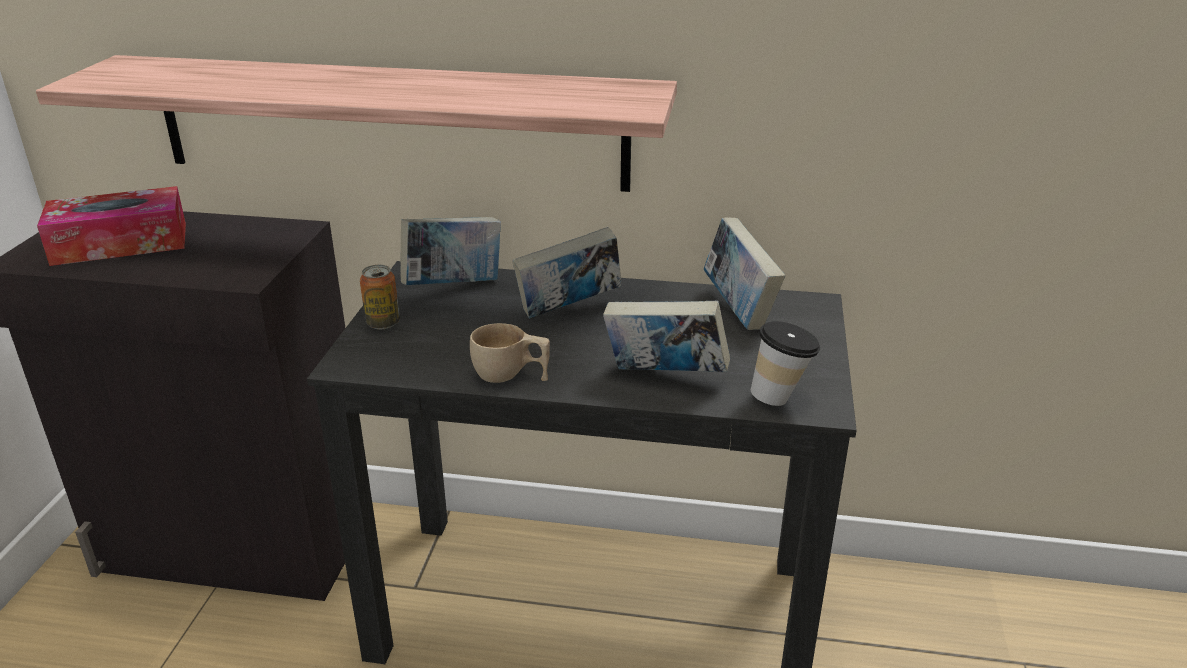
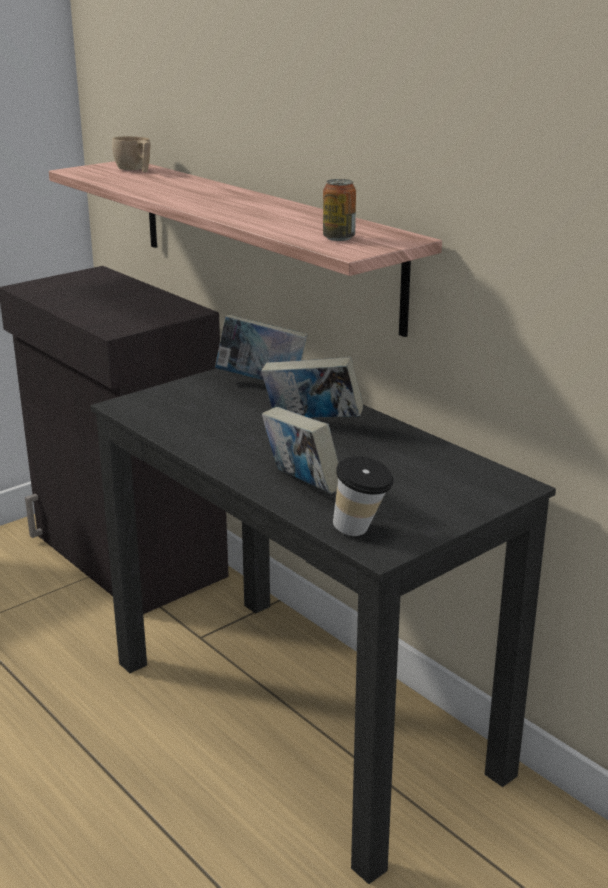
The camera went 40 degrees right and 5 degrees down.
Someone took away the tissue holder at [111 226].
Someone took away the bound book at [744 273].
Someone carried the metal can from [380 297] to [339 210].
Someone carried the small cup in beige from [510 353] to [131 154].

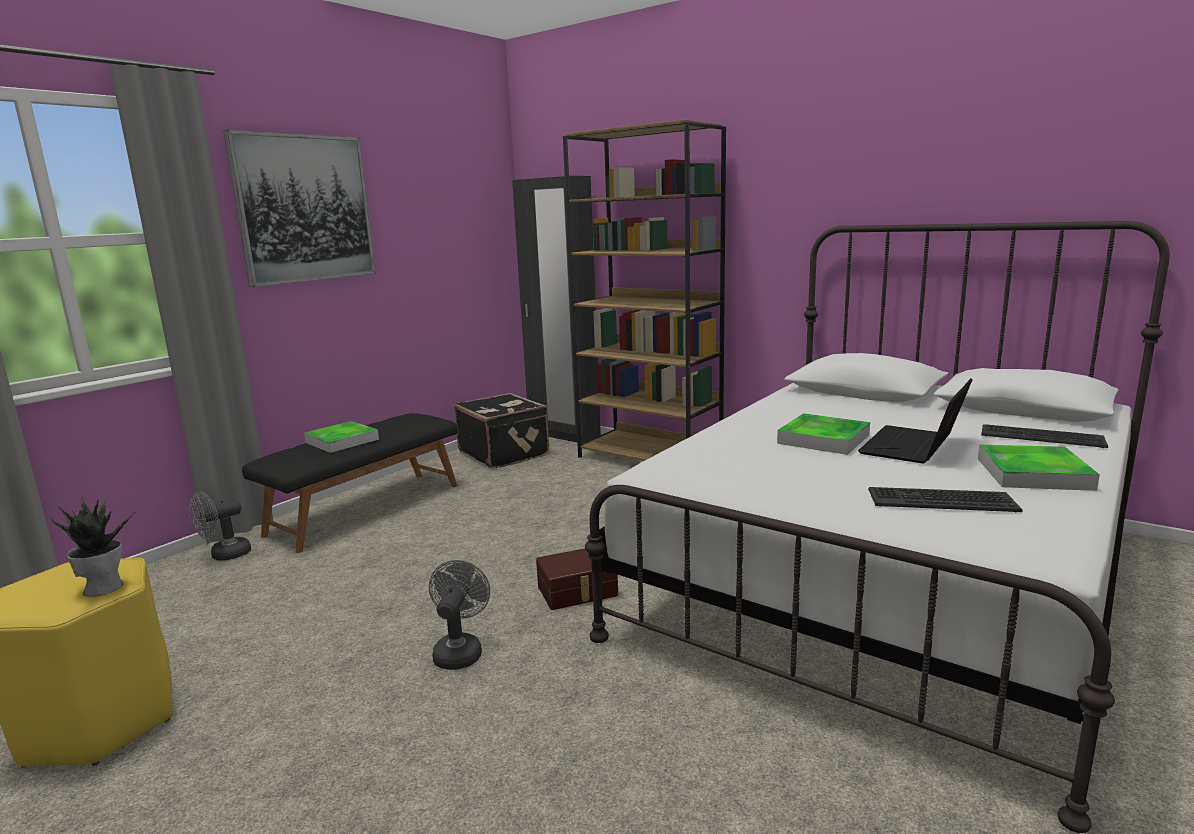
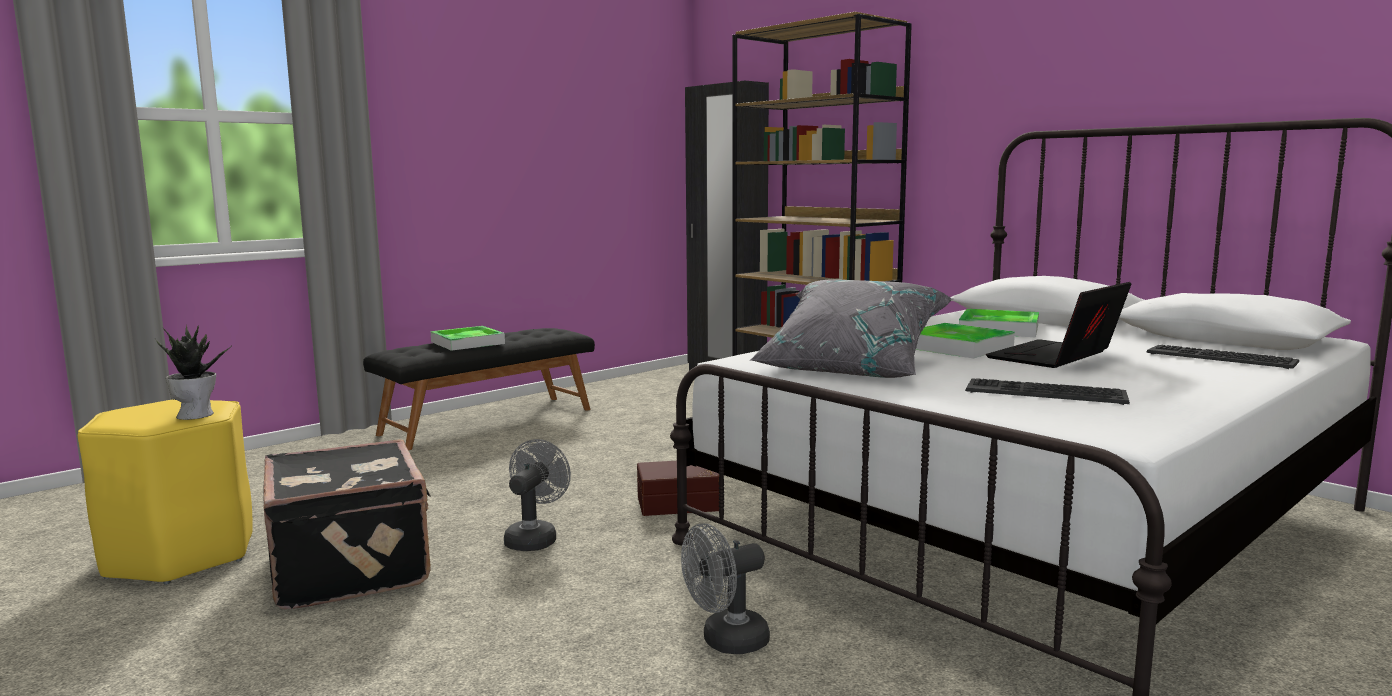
The camera went 10 degrees right and 5 degrees down.
Someone took away the wall picture at [299 208].
Someone carried the piece of luggage in black from [501 430] to [347 524].
Someone carried the serving tray from [1039 468] to [999 323].
Someone carried the electric fan in grey from [220 526] to [725 588].
Someone put down the cushion in grey at [851 328].

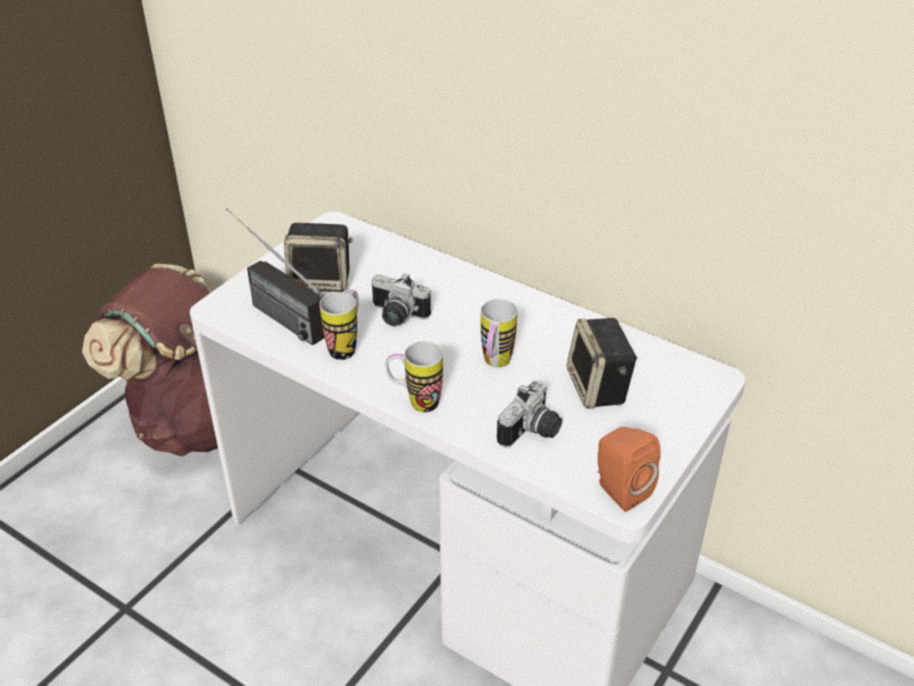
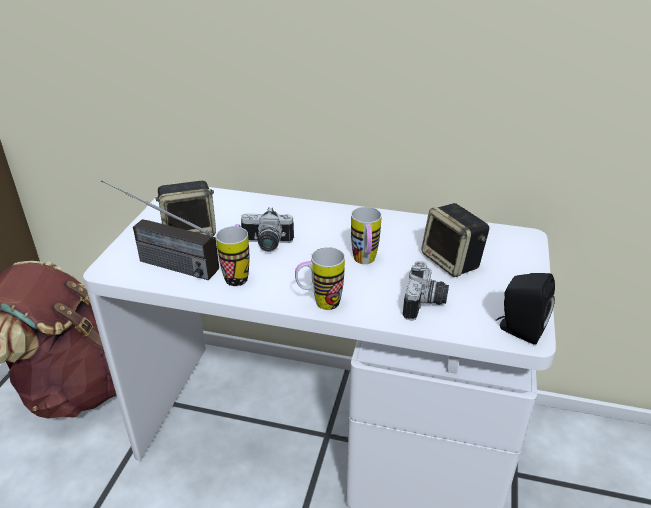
The camera went 20 degrees left and 5 degrees down.
Someone repainted the audio speaker in orange at [629 469], which became the audio speaker in black at [525 308].

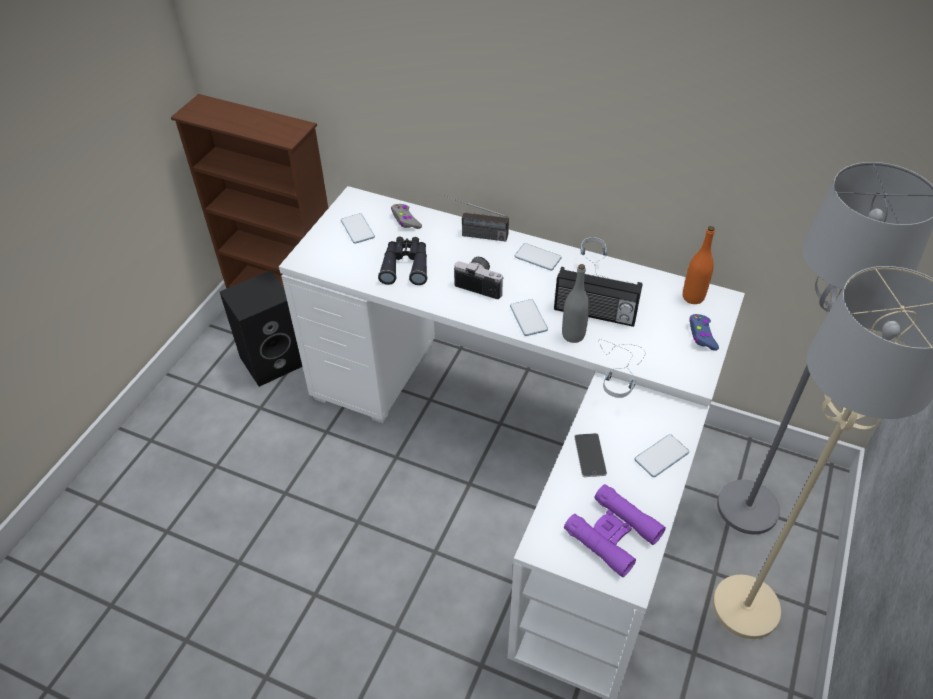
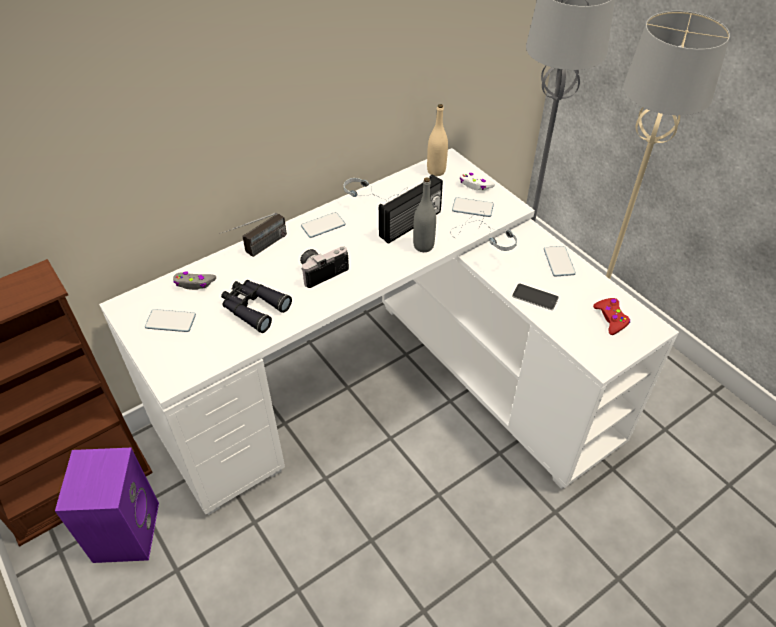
The camera went 60 degrees left and 0 degrees up.
Someone repainted the drink bottle in orange at [699 265], which became the drink bottle in beige at [437 140].
Someone repainted the audio speaker in black at [261 328], which became the audio speaker in purplish at [107 505].
Someone carried the phone from [529 317] to [473 207].
Someone repainted the gamepad in blue-coloured at [704 332], which became the gamepad in white-coloured at [477 182].
Someone swapped the field glasses in purplish at [615 530] for the gamepad in red-coloured at [611 316].

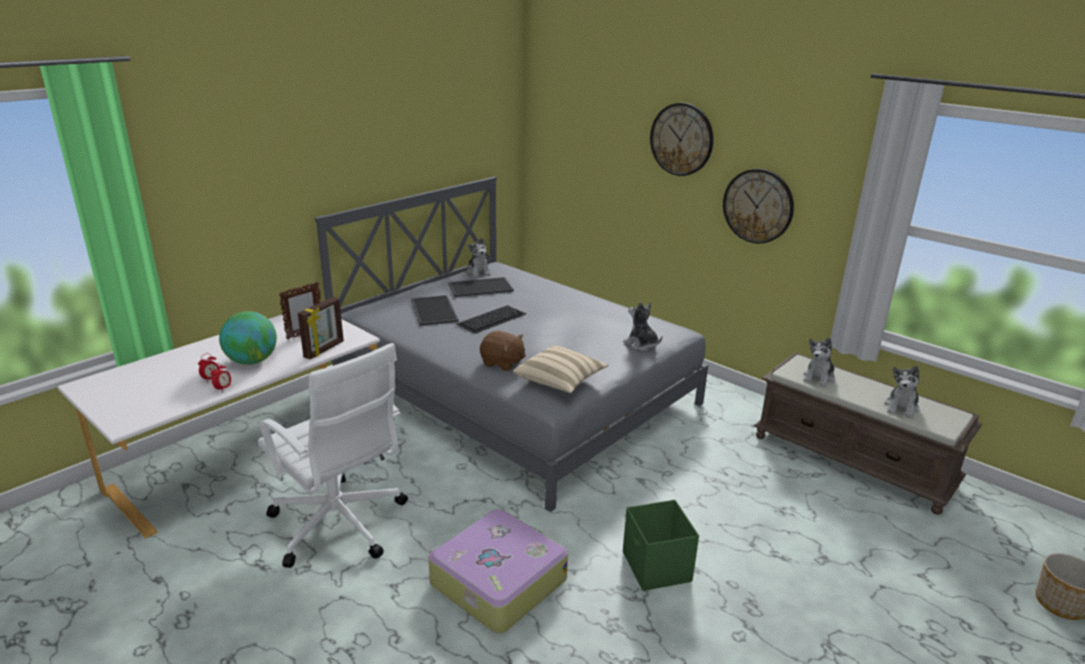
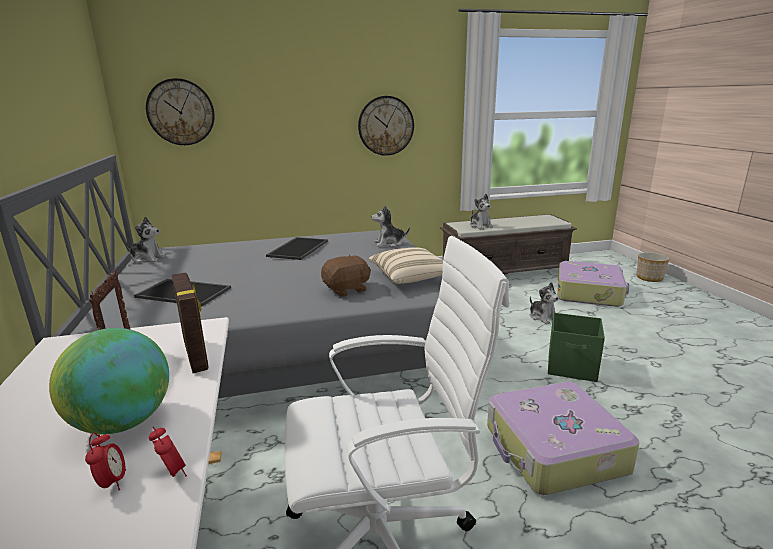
The camera went 55 degrees left and 5 degrees down.
Someone carried the hanging clock from [681 139] to [180 111].
Someone carried the serving tray from [481 287] to [297 248].
Someone took away the keyboard at [491 319].
Someone carried the soft toy from [902 392] to [544 303].
Someone put down the piece of luggage at [593 284].

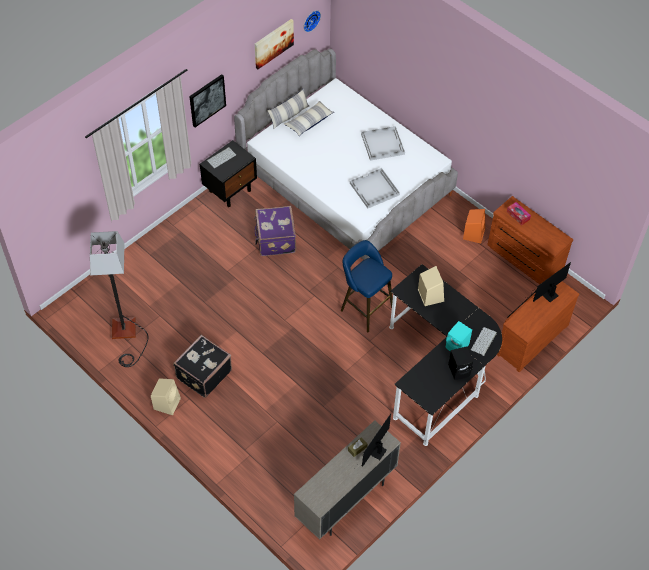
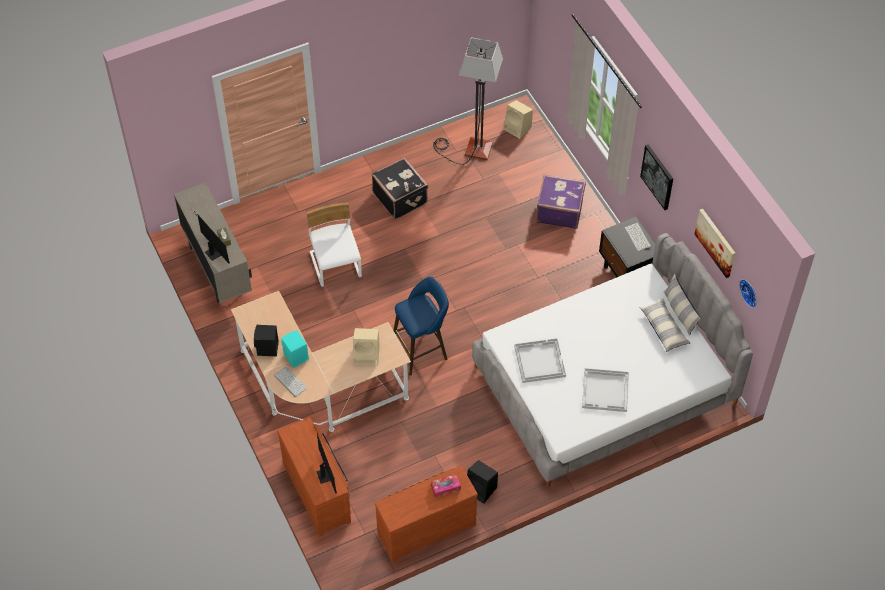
The camera went 110 degrees right and 0 degrees up.
Someone carried the piece of luggage in purplish from [275 231] to [561 202].
Someone repainted the audio speaker in orange at [474 226], which became the audio speaker in black at [482 482].
Someone repainted the desk unit in black at [445 355], which became the desk unit in beige at [321 361].
Someone carried the audio speaker in beige from [166 396] to [518 119].
Someone put down the plain chair in white-coloured at [334 244].

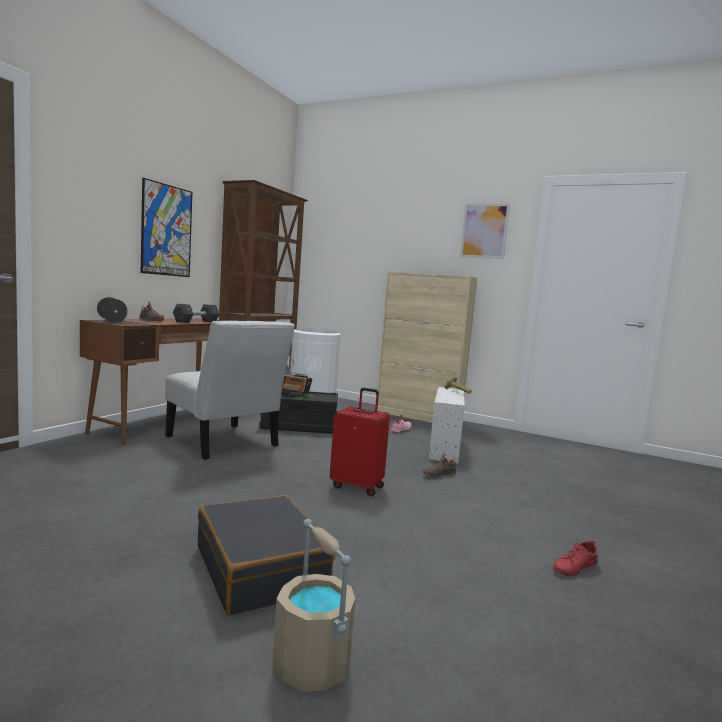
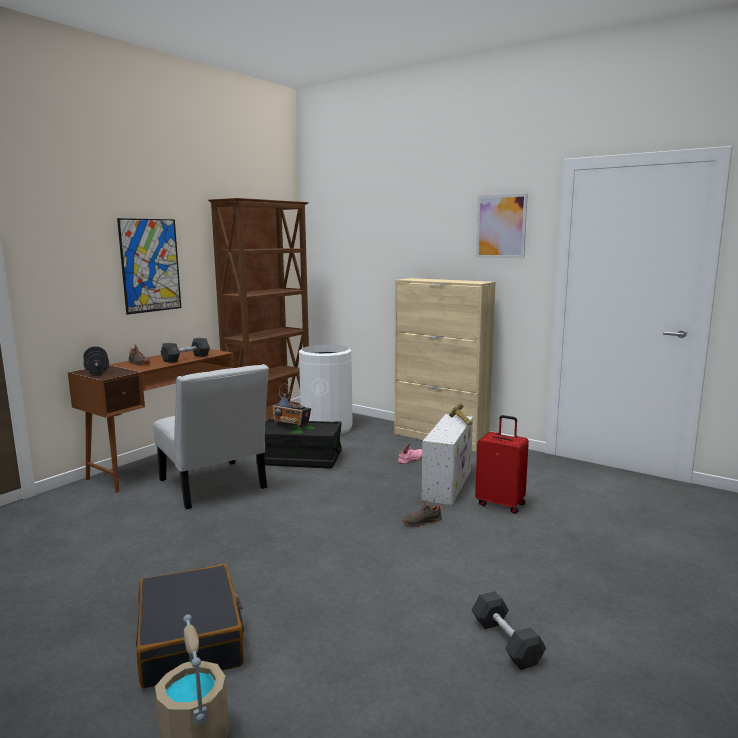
The camera went 10 degrees right and 5 degrees up.
Someone carried the piece of luggage in red-coloured from [360 442] to [502 464].
Someone swapped the shoe in red-coloured at [575 558] for the hand weight in grey at [509 630].

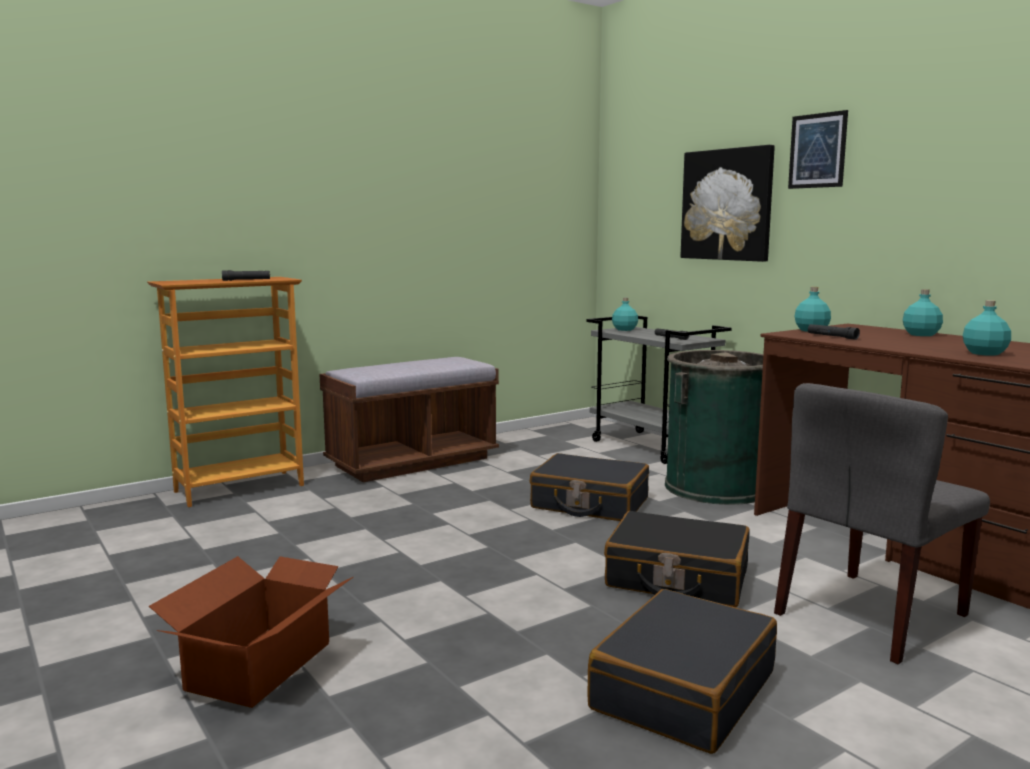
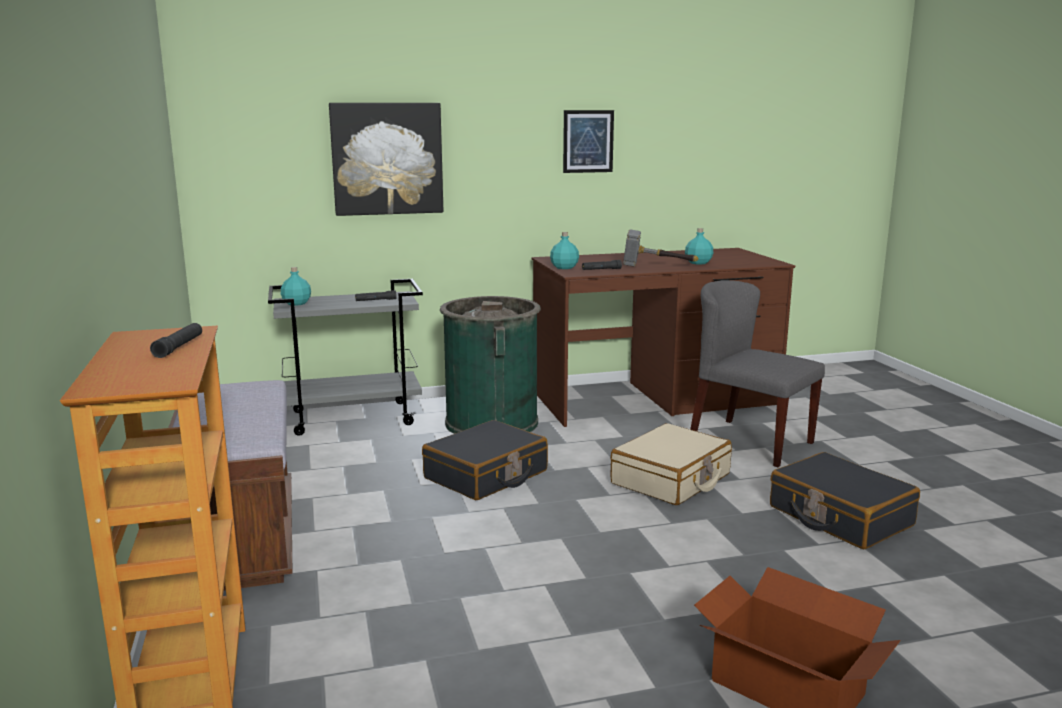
The camera went 70 degrees left and 5 degrees up.
Someone carried the wall picture from [818 149] to [588 141].
Someone took away the drink bottle in turquoise at [923 312].
Someone rotated the plain chair in grey at [882 523] by 150 degrees clockwise.
Someone repainted the piece of luggage in black at [677 559], which became the piece of luggage in beige at [671 464].
Someone put down the hand hammer at [660 248].

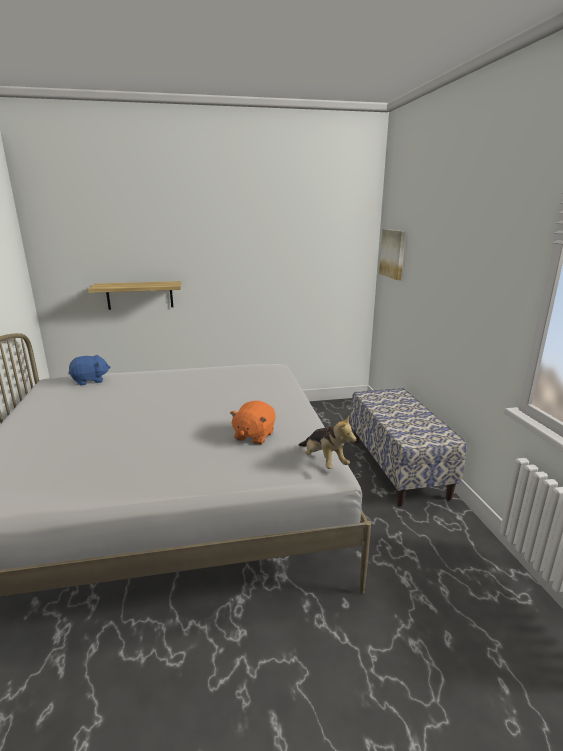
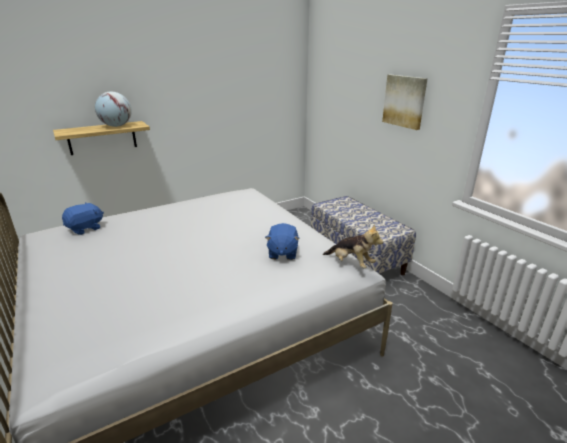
The camera went 20 degrees left and 5 degrees up.
Someone carried the wall picture from [392 254] to [405 102].
Someone repainted the soft toy in orange at [253 423], which became the soft toy in blue-coloured at [282 241].
Someone put down the globe at [113 109].

